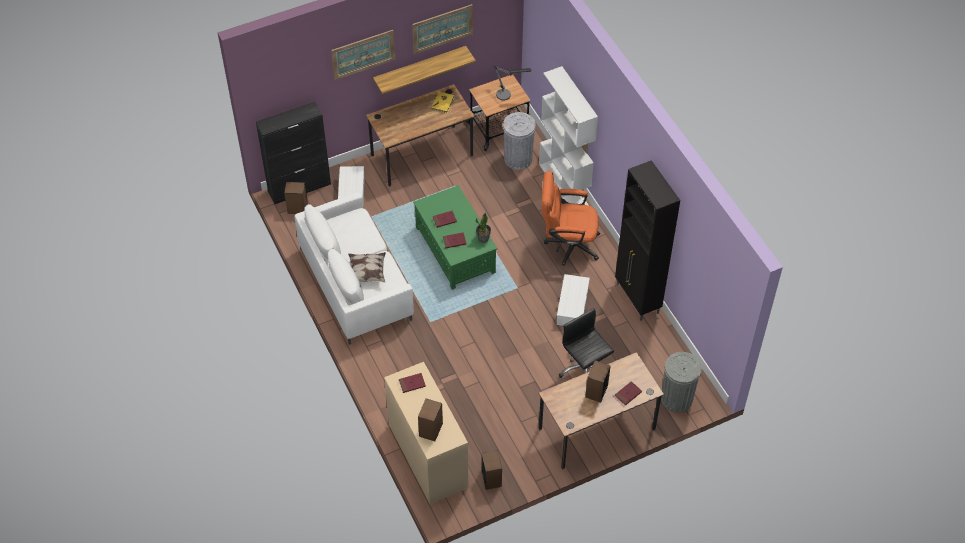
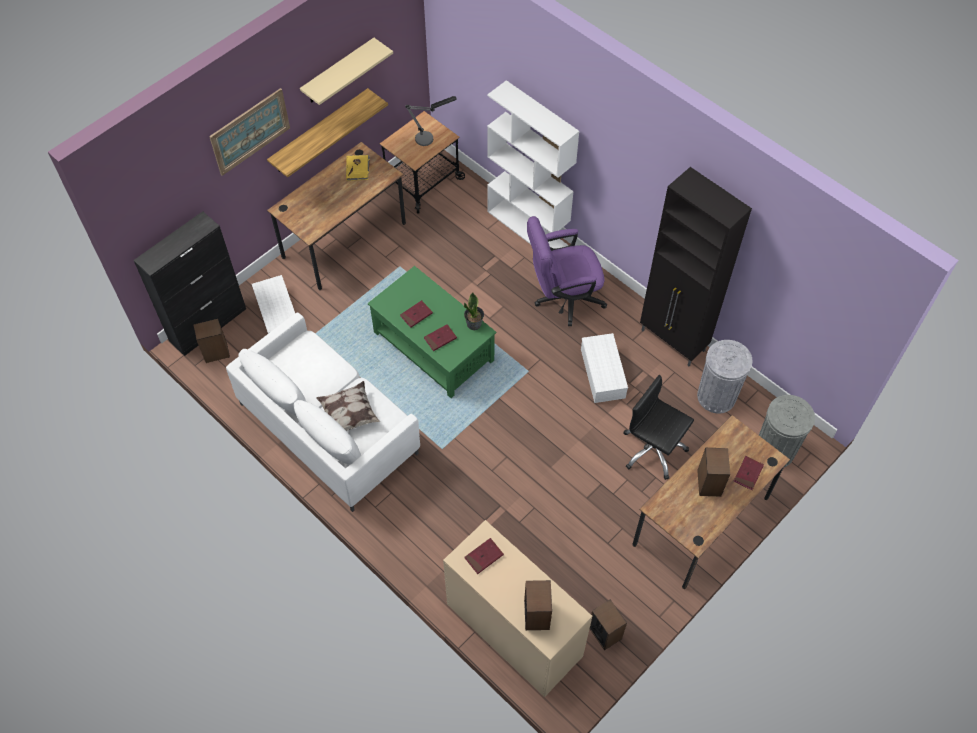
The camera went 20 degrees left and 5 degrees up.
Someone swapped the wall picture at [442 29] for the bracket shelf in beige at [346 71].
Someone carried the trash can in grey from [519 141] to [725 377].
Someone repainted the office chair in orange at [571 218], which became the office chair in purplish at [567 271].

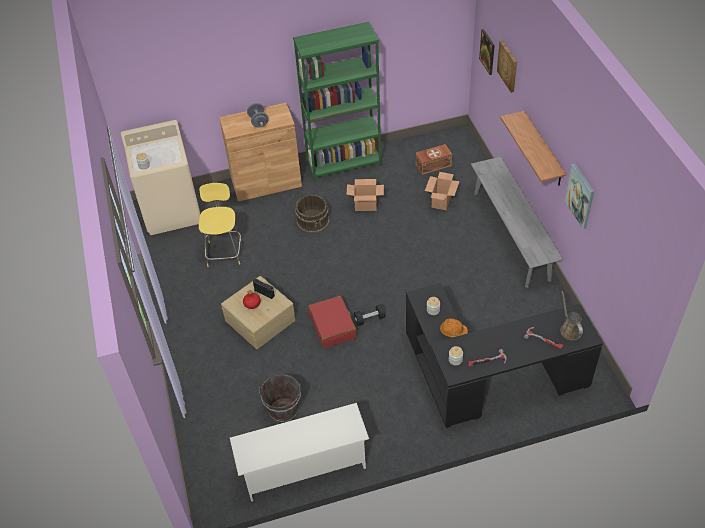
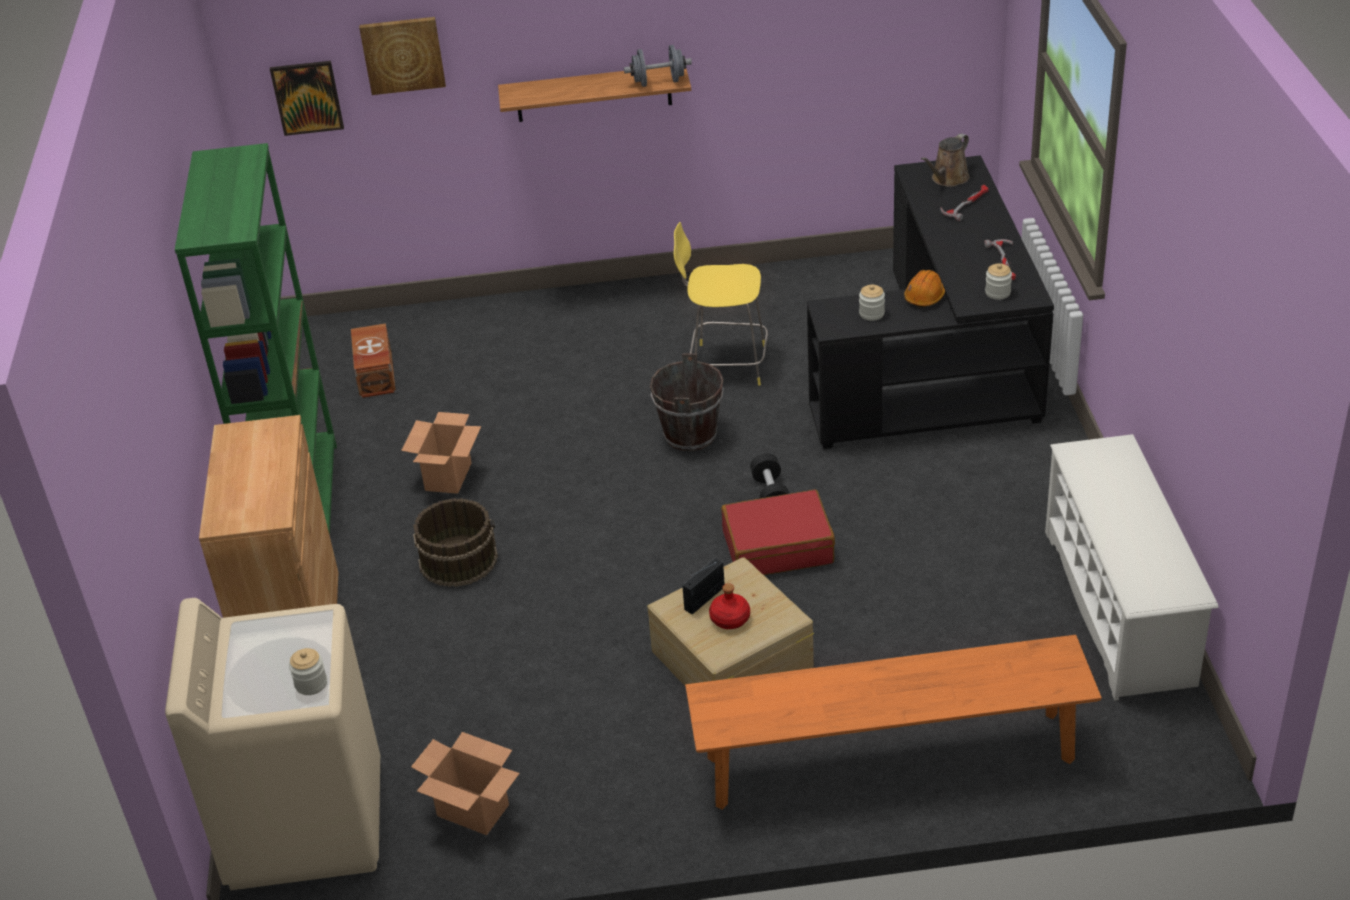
The camera went 80 degrees left and 10 degrees down.
Someone carried the hand weight in grey from [257 115] to [658 66].
Someone took away the long seat in grey at [517 222].
Someone took away the wall picture at [579 196].
Someone carried the carton from [442 191] to [465 783].
Someone carried the sitting stool in yellow-coloured from [220 225] to [721 303].
Someone rotated the sprinkling can in brown at [571 315] by 45 degrees counterclockwise.
Someone carried the pail in brown from [279 398] to [687 402].
Someone put down the long seat in orange at [893 722].

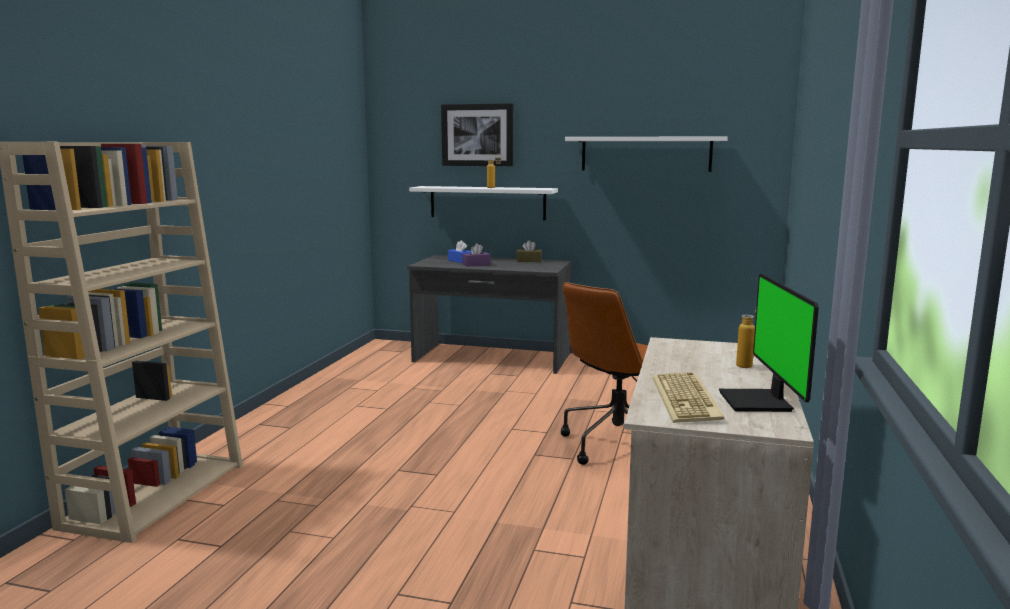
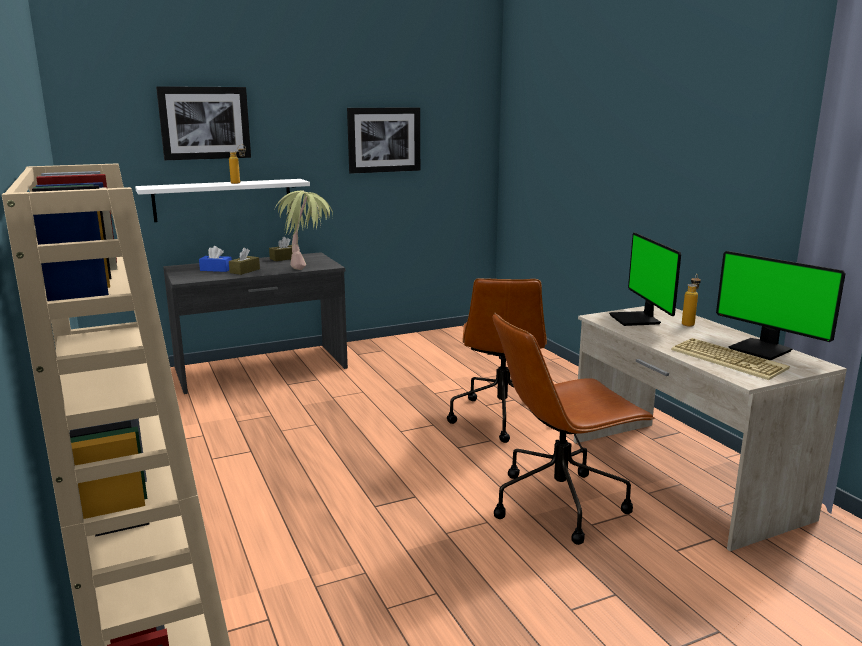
The camera went 40 degrees left and 5 degrees up.
Someone swapped the bracket shelf in white-coloured at [646 154] for the wall picture at [383 140].
Someone repainted the tissue holder in purplish at [476 255], which became the tissue holder in brown at [244 261].
Someone put down the potted plant at [303 230].
Someone put down the computer display at [645 279].
Someone put down the office chair in brown at [574 429].

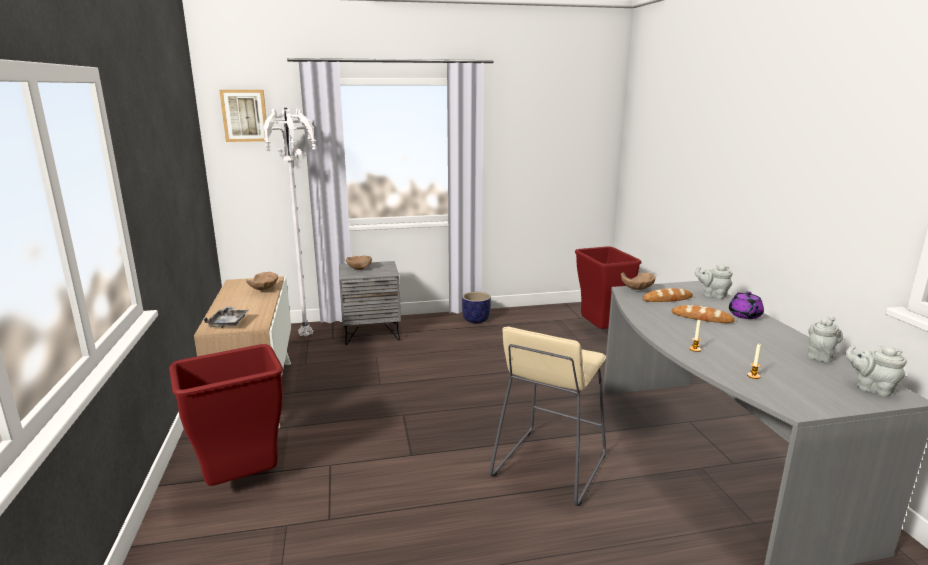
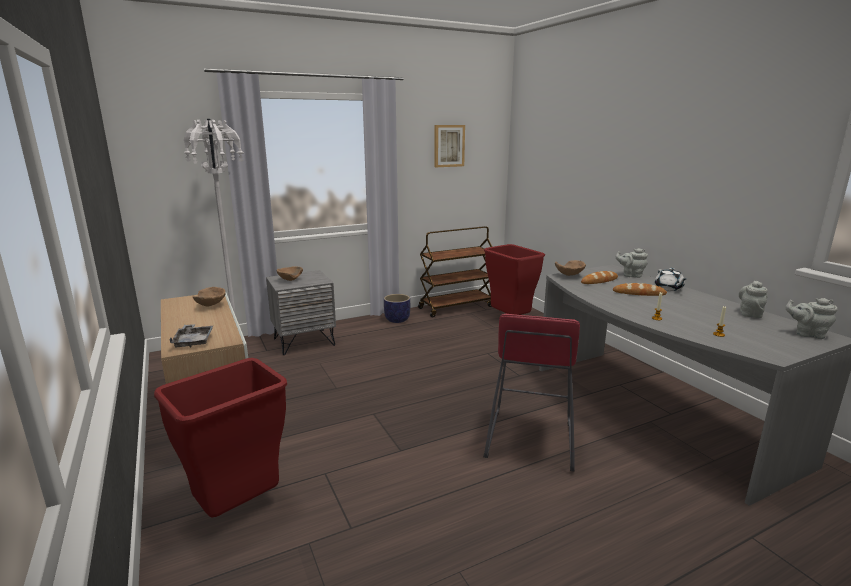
The camera went 15 degrees left and 0 degrees up.
Someone carried the wall picture from [243 116] to [449 146].
Someone repainted the pot for tea in purplish at [746 305], which became the pot for tea in white-coloured at [670 279].
Someone repainted the sitting stool in beige at [547 416], which became the sitting stool in red-coloured at [531 393].
Someone put down the cart in brown at [455 272].

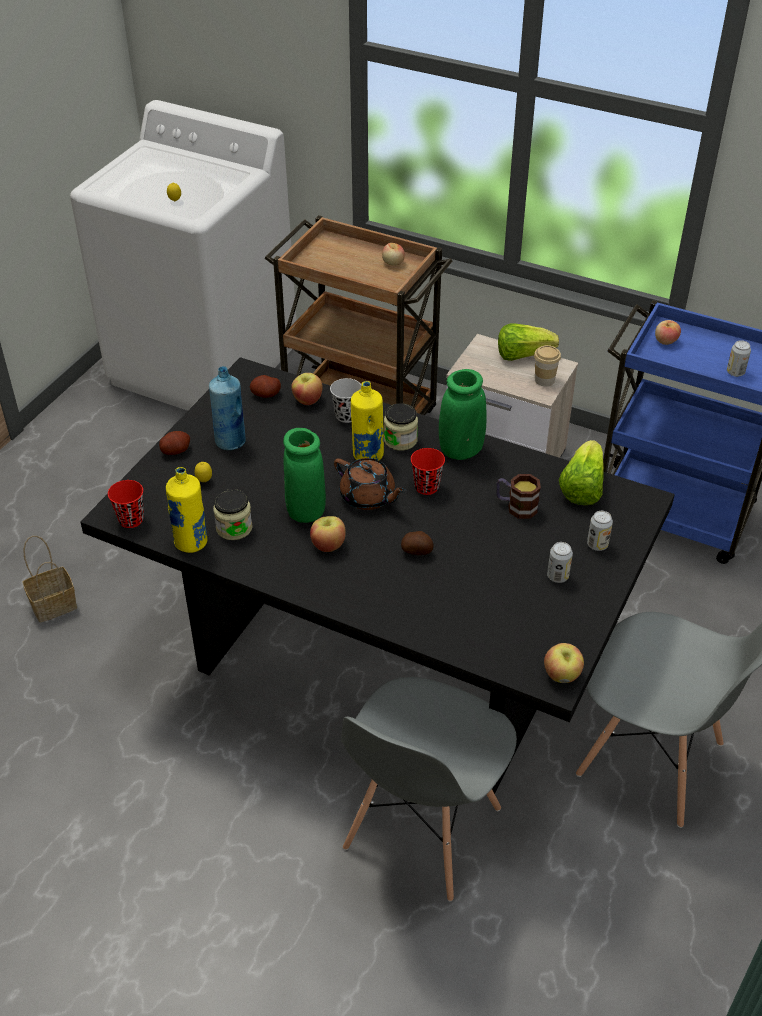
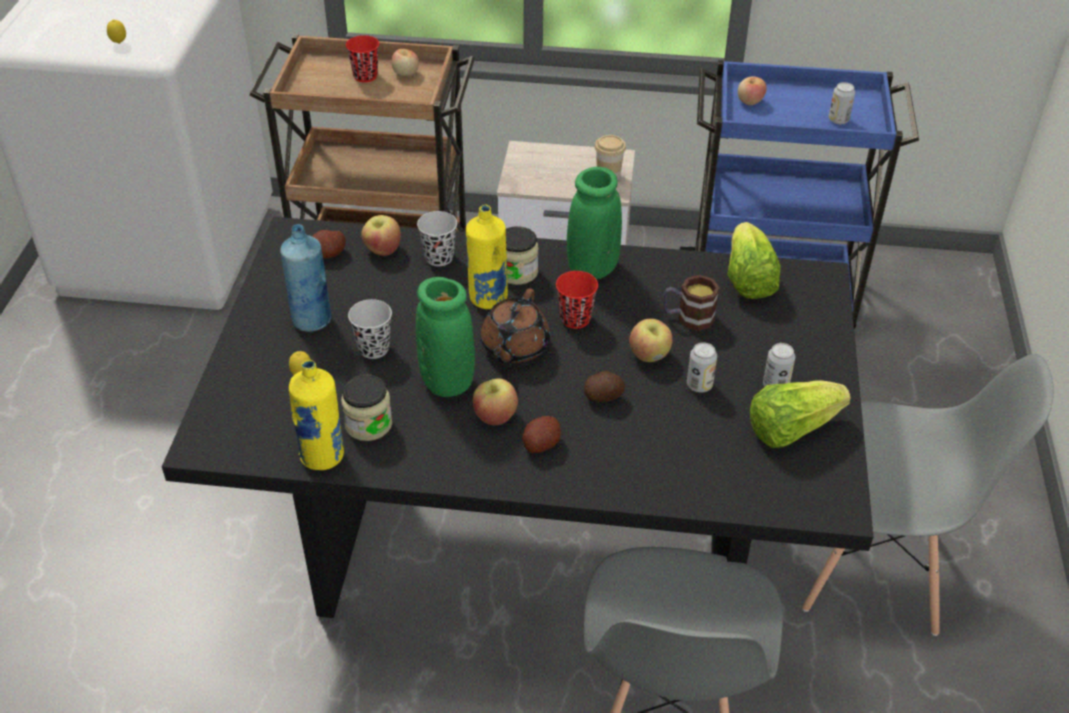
The camera went 20 degrees left and 0 degrees up.
Someone carried the lettuce head from [528 342] to [800 414].
Someone carried the spud from [174 443] to [542 434].
Someone rotated the pot for tea in brown at [370 484] by 90 degrees clockwise.
Someone carried the small cup in red-coloured from [126 504] to [362 59].
Someone carried the metal can from [600 531] to [702 367].
Someone took away the basket at [49 579].
Someone carried the apple from [564 663] to [651 340].
Someone put down the small cup in black at [370 329].

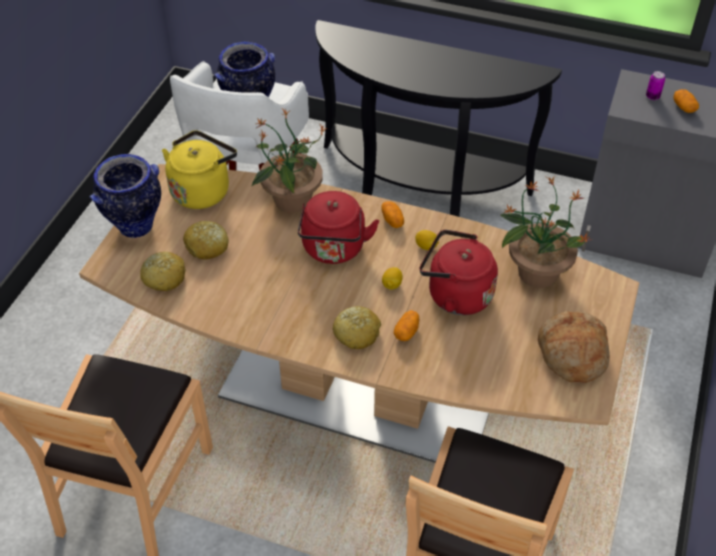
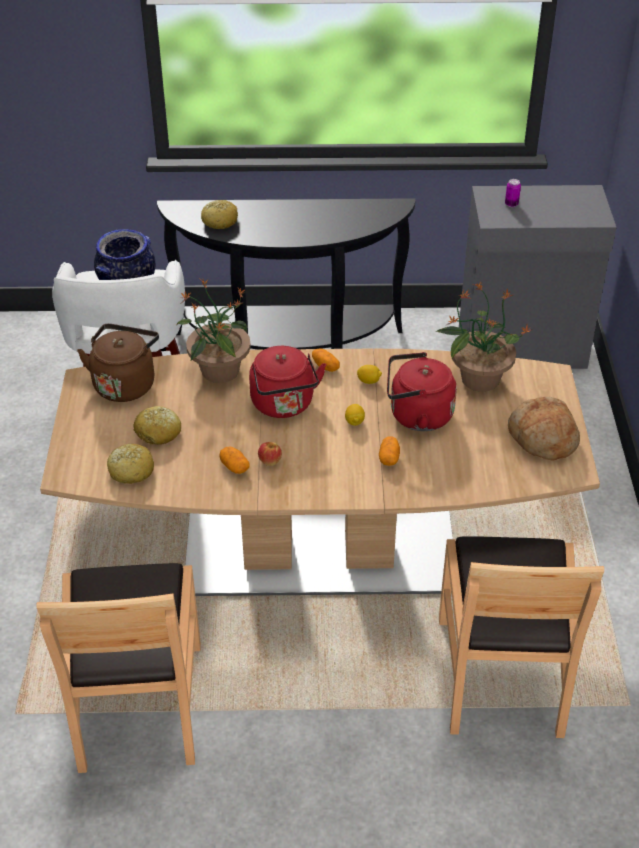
The camera went 20 degrees left and 5 degrees down.
Someone carried the spud from [686 101] to [234 460].
Someone repainted the tea kettle in yellow-coloured at [199 169], which became the tea kettle in brown at [118 363].
Someone took away the decorative vase at [125 196].
Someone carried the bread from [356 327] to [219 214].
Someone put down the apple at [270 454].

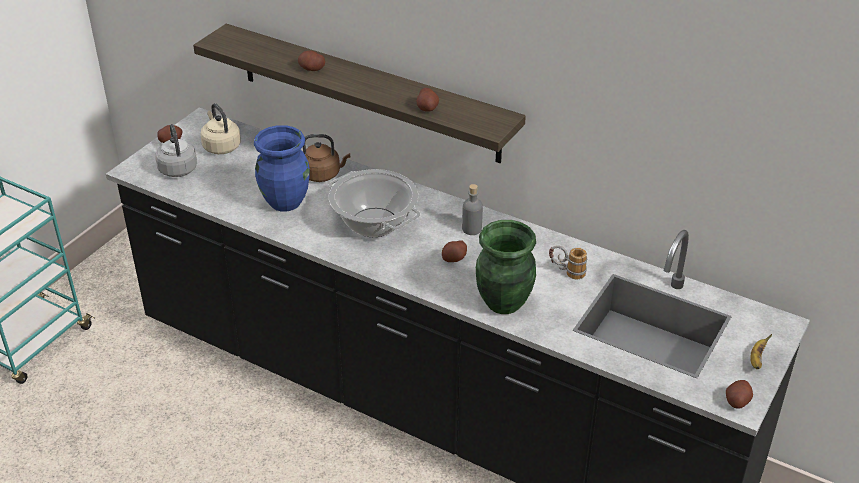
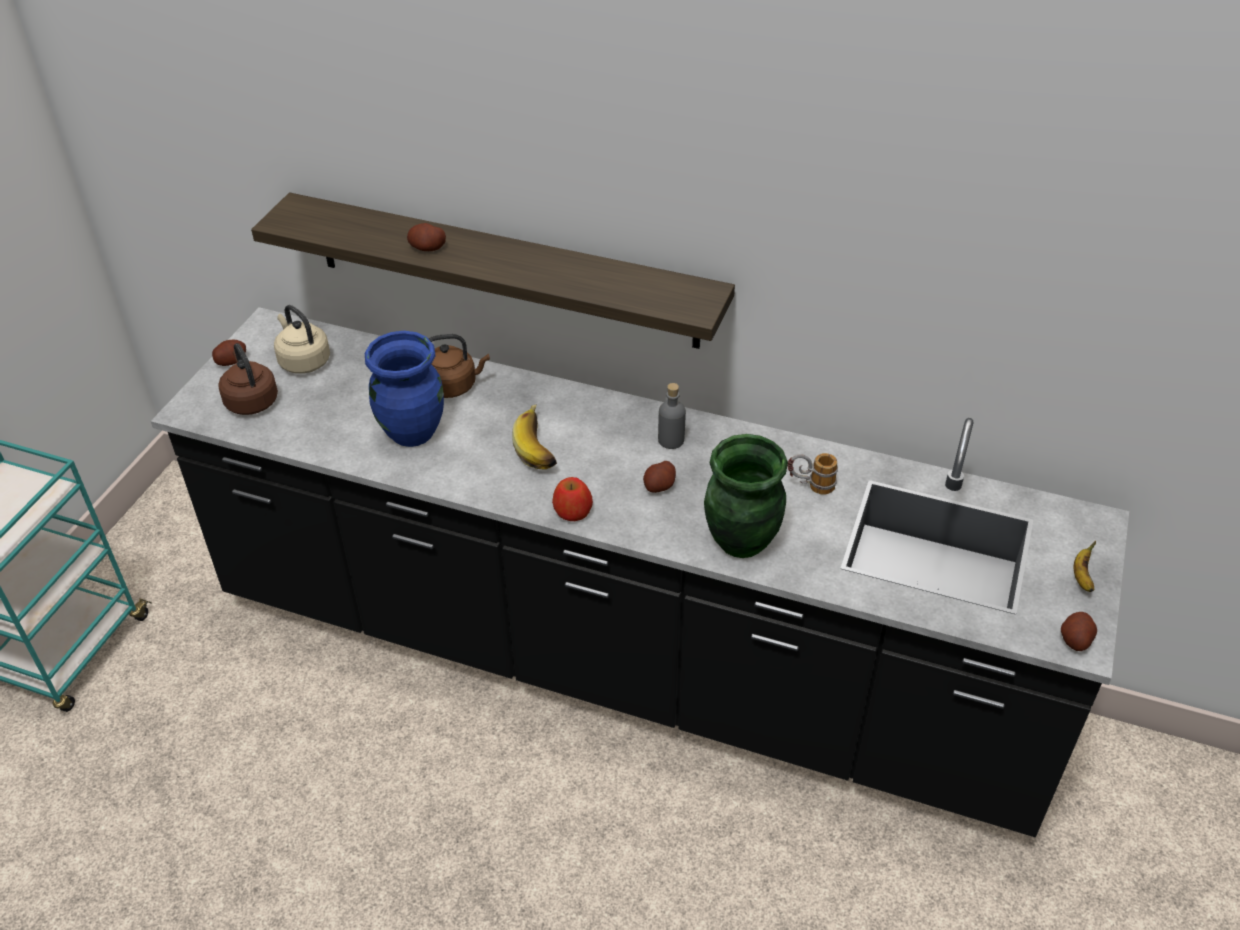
The camera went 10 degrees left and 5 degrees up.
Someone took away the spud at [428 100].
Someone repainted the tea kettle in grey at [176 150], which became the tea kettle in brown at [248 379].
Someone swapped the cooking pot at [374 203] for the banana at [534 437].
Someone put down the apple at [572 499].

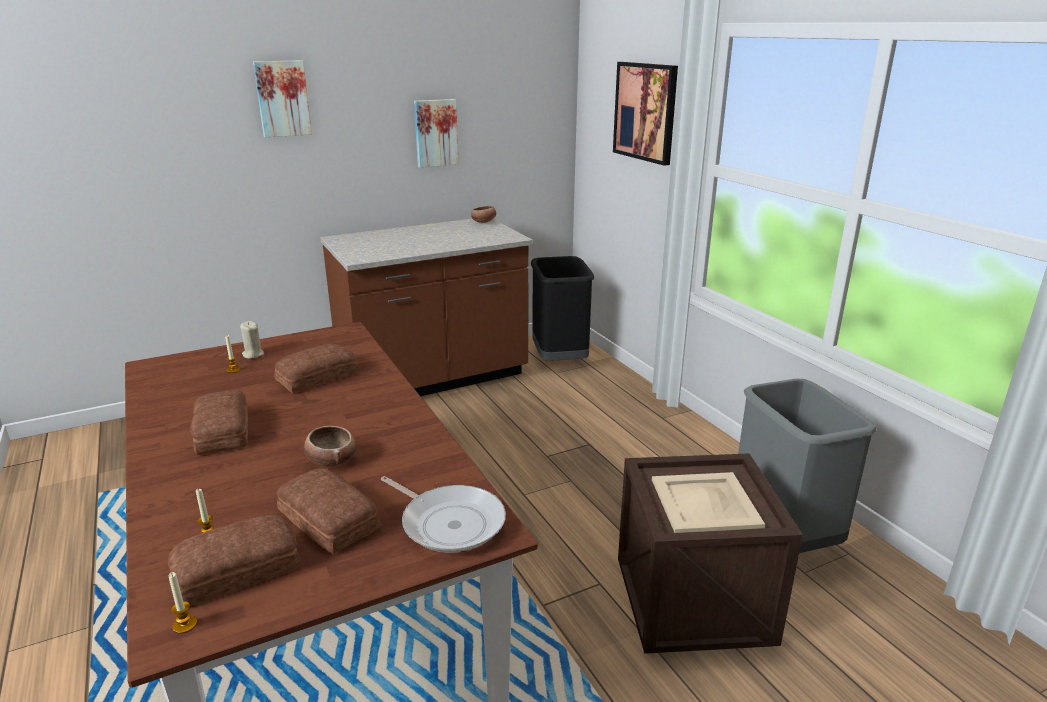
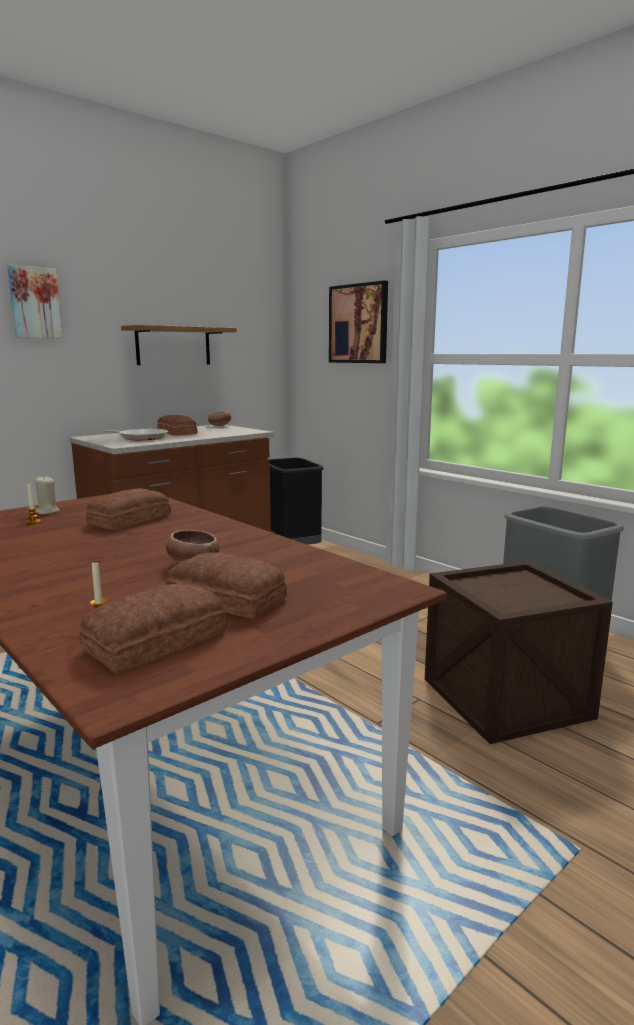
The camera went 15 degrees left and 10 degrees down.
Someone swapped the wall picture at [436 133] for the bracket shelf at [179 345].
Someone carried the bread from [219 422] to [177 425].
Someone took away the serving tray in beige at [708 502].
Someone carried the skillet from [443 514] to [136 434].
Someone took away the candle at [183 603].

